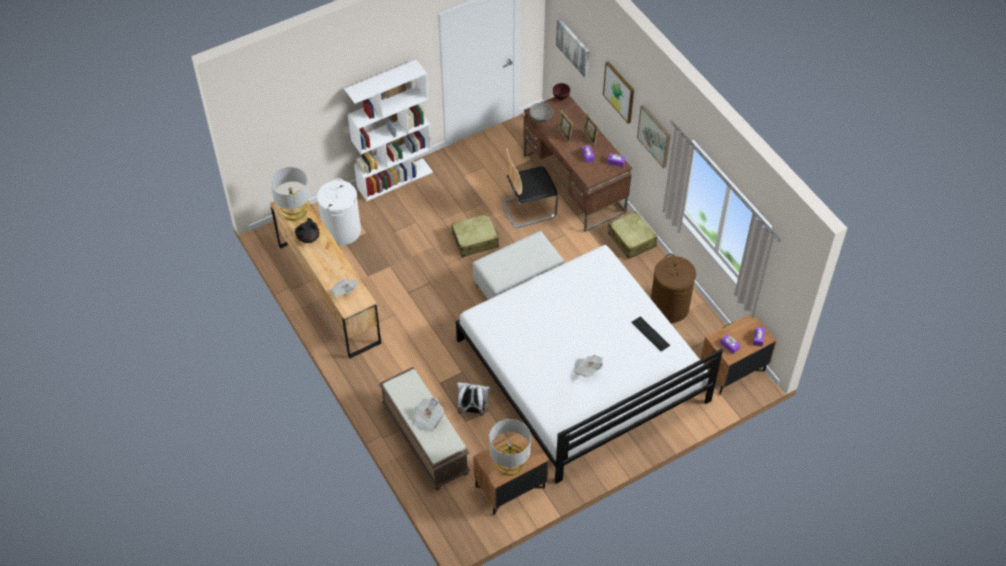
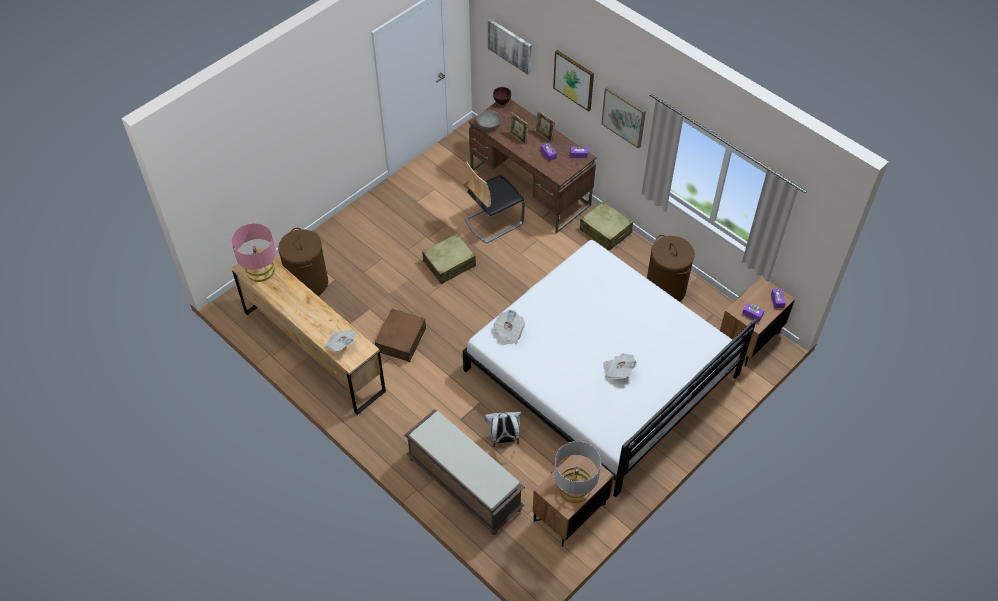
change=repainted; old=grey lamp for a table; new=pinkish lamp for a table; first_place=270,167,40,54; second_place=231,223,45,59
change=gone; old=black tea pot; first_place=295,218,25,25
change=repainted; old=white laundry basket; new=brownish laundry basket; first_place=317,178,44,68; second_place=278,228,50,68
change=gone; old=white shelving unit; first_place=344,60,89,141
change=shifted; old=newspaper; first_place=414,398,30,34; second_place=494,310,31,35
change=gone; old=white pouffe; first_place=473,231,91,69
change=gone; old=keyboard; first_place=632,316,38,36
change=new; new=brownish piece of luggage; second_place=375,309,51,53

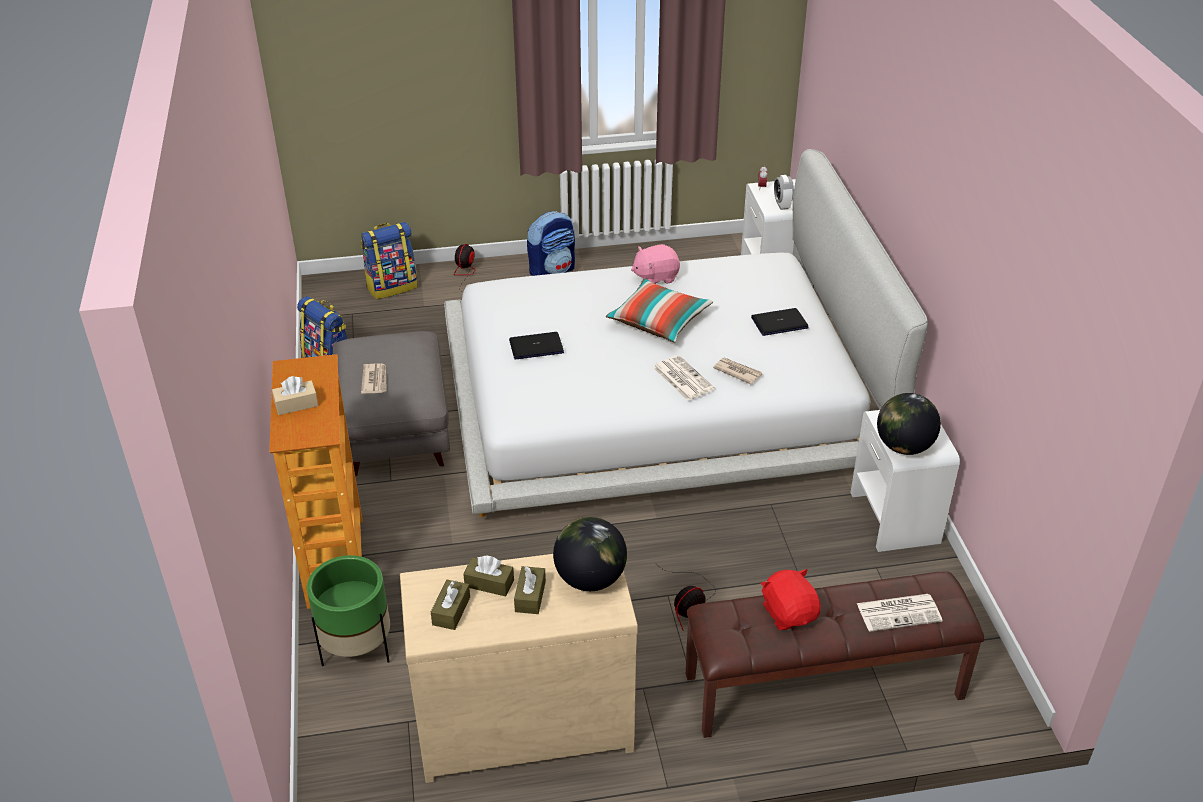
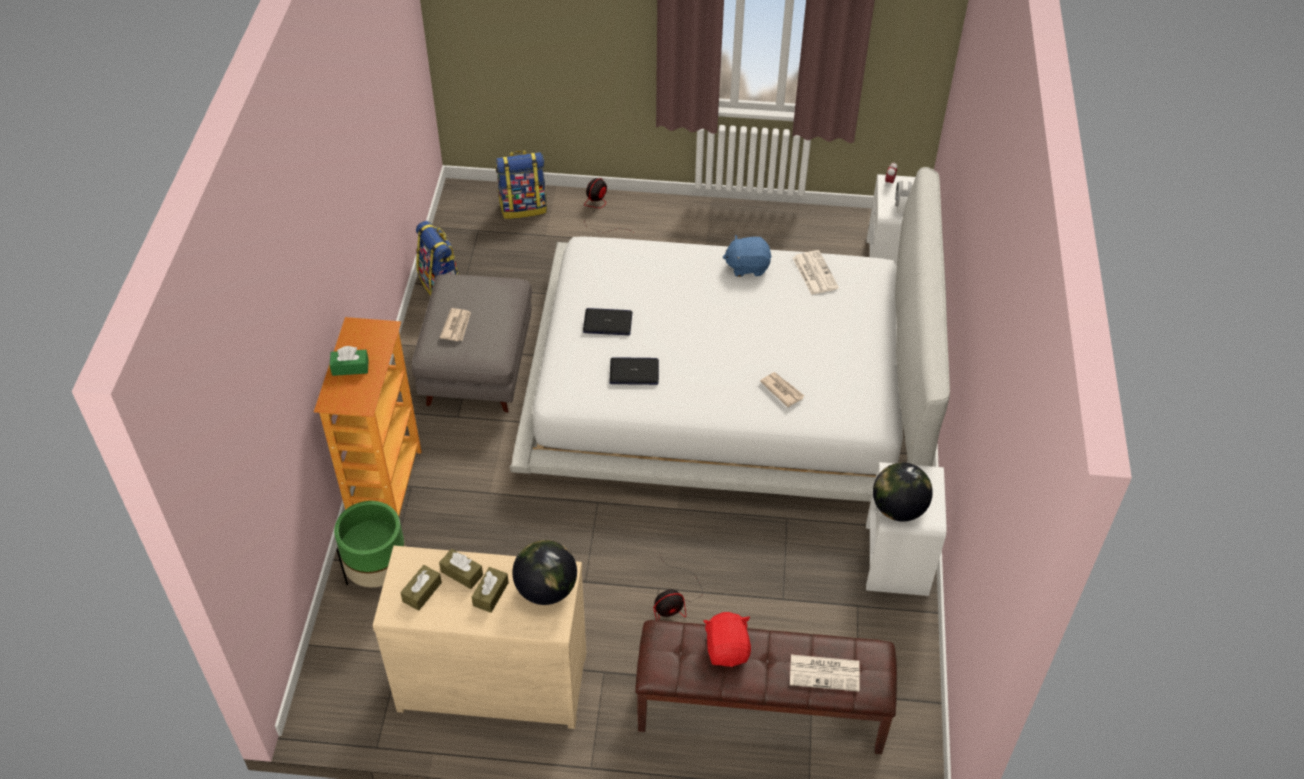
change=repainted; old=beige-coloured tissue box; new=greenish tissue box; first_place=272,376,46,39; second_place=330,346,39,30
change=gone; old=knapsack; first_place=527,211,48,65
change=gone; old=pillow; first_place=606,279,107,63
change=repainted; old=pinkish plush toy; new=blue-coloured plush toy; first_place=631,244,49,40; second_place=723,235,49,42
change=shifted; old=newspaper; first_place=653,355,62,46; second_place=793,250,46,45
change=shifted; old=laptop; first_place=751,308,58,28; second_place=610,357,49,28

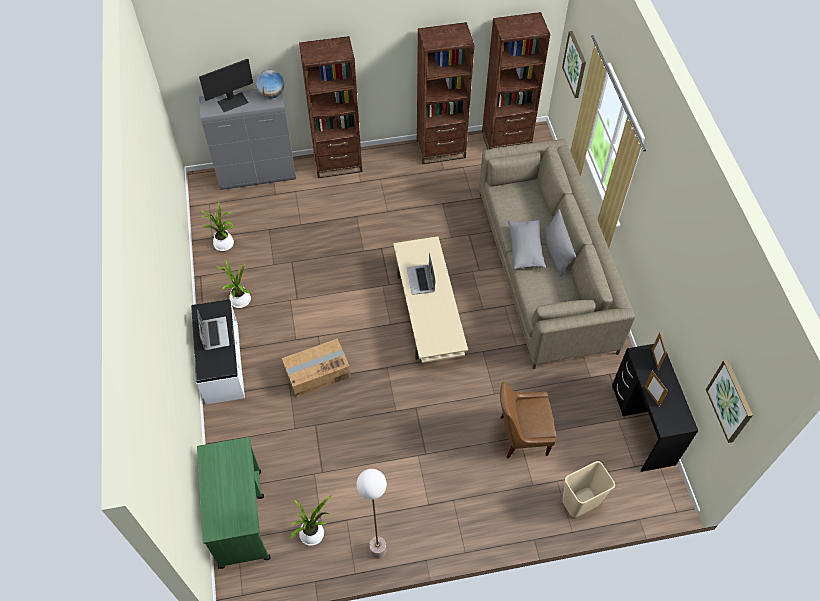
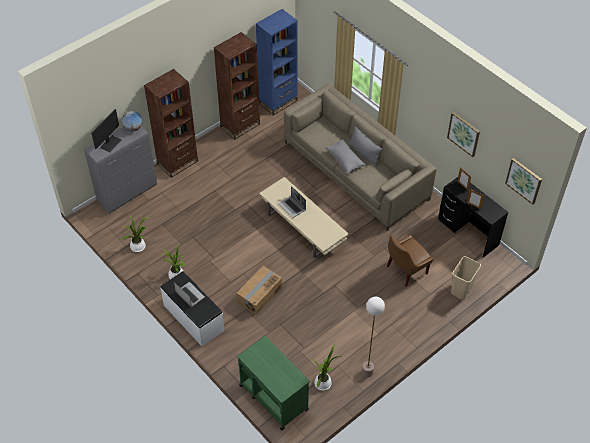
change=repainted; old=brownish shelving unit; new=blue-coloured shelving unit; first_place=482,12,68,138; second_place=256,9,42,107
change=shifted; old=picture; first_place=562,31,24,67; second_place=447,112,33,45

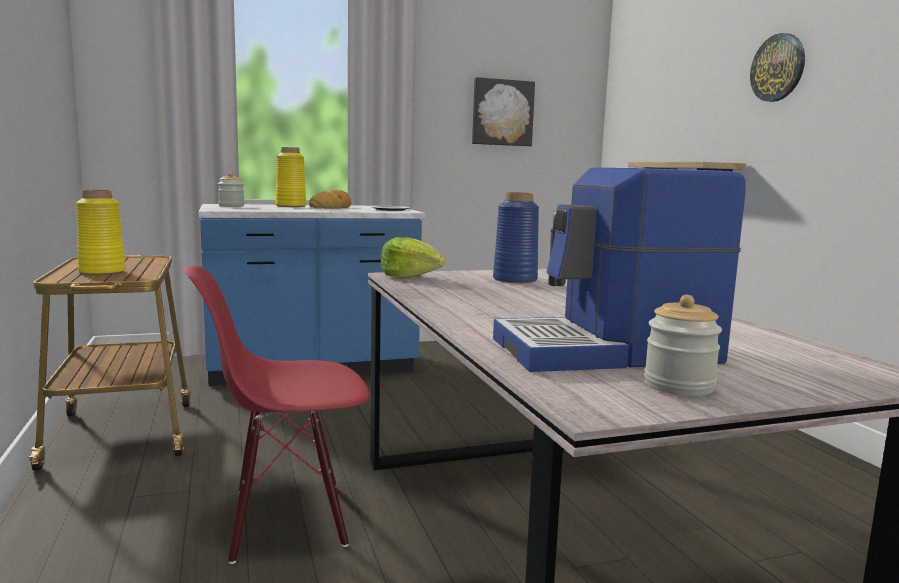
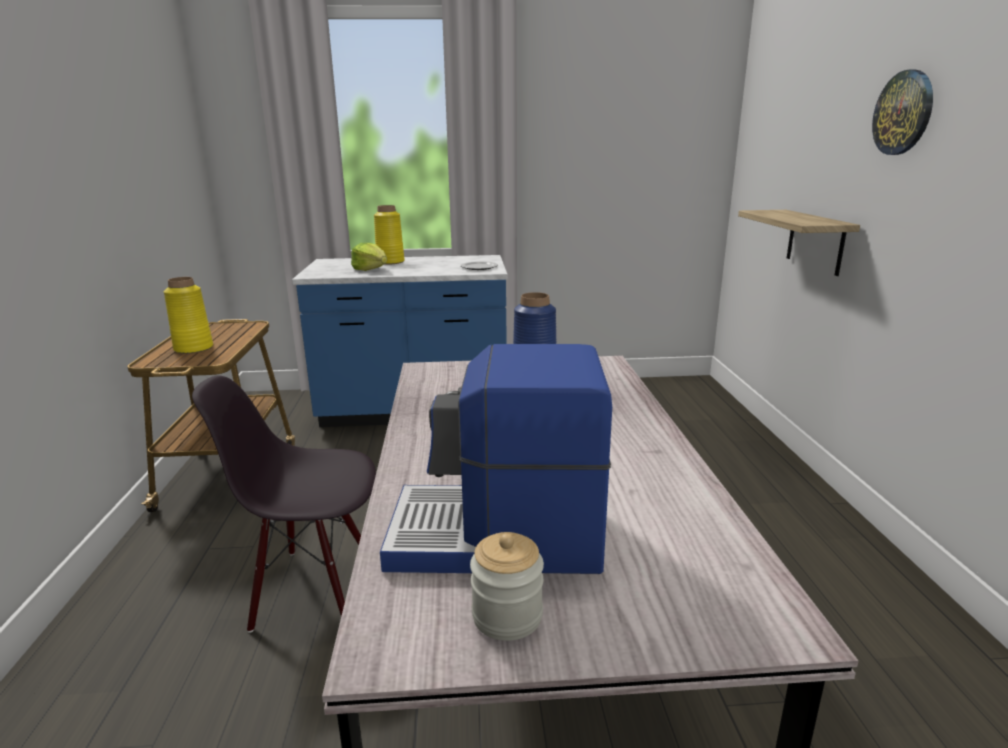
change=repainted; old=red-coloured upright chair; new=black upright chair; first_place=184,265,185,299; second_place=192,375,184,258
change=gone; old=jar; first_place=218,172,26,35
change=gone; old=bread; first_place=309,189,43,20
change=shifted; old=lettuce; first_place=381,237,64,41; second_place=351,243,36,28
change=gone; old=picture; first_place=472,77,63,69

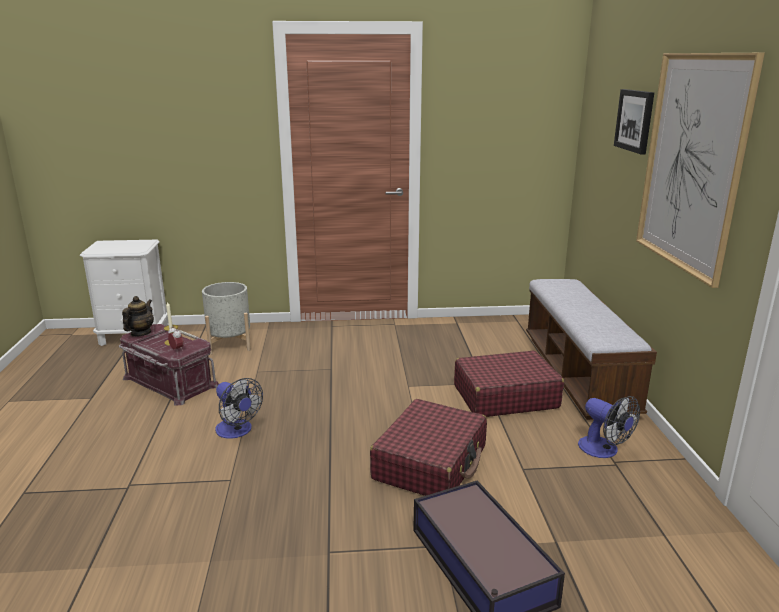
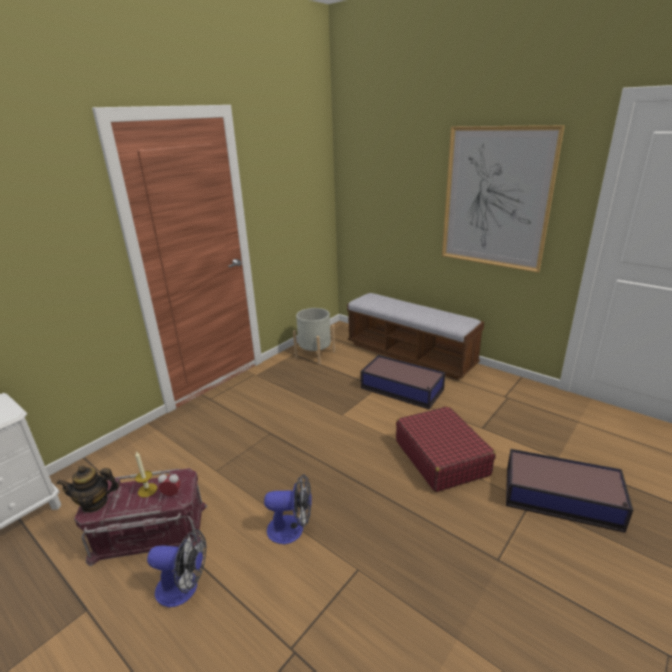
change=rotated; old=tea pot; first_place=122,296,32,41; second_place=57,466,62,47; degrees=-75
change=shifted; old=grey plant pot; first_place=202,282,49,73; second_place=293,308,42,57
change=swapped; old=red-coloured piece of luggage; new=storage container; first_place=454,350,110,67; second_place=361,355,84,54
change=shifted; old=electric fan; first_place=578,396,62,62; second_place=147,529,59,78
change=gone; old=picture; first_place=614,89,40,66

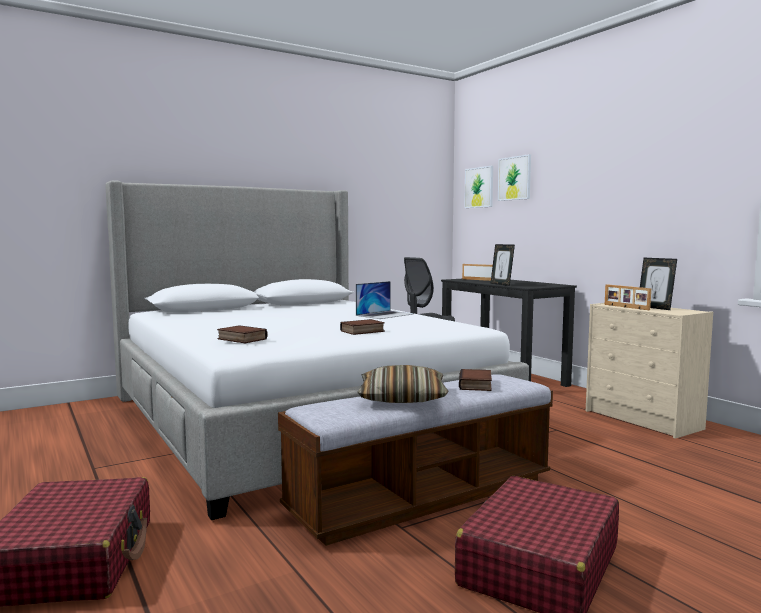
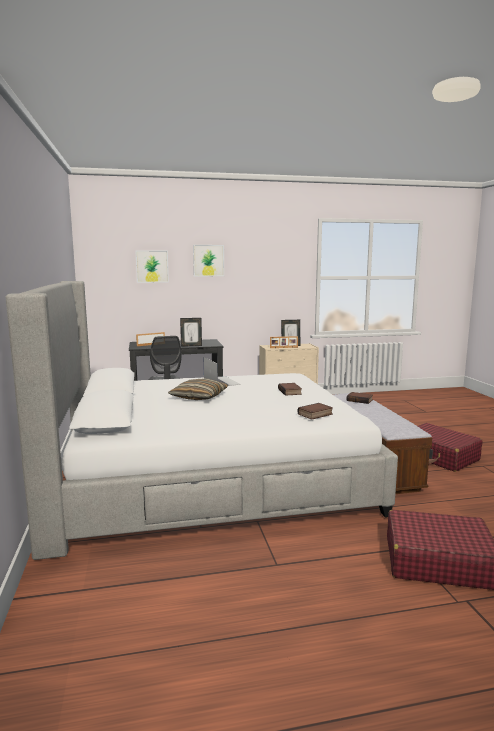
change=shifted; old=pillow; first_place=357,365,91,38; second_place=168,378,60,22
change=shifted; old=picture; first_place=464,166,29,42; second_place=193,245,31,31

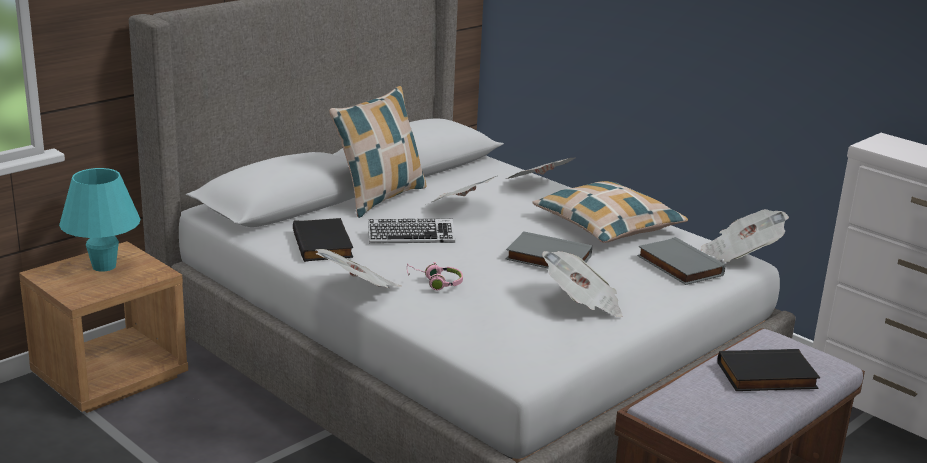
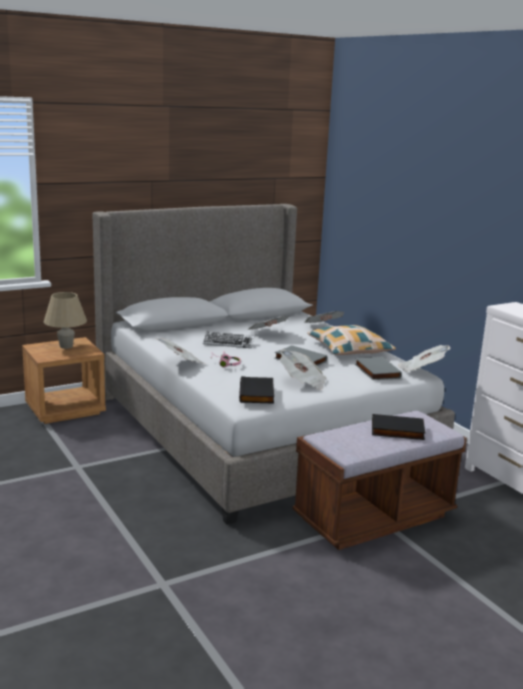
change=repainted; old=blue-green lamp for a table; new=beige-coloured lamp for a table; first_place=59,168,82,104; second_place=43,292,44,57
change=shifted; old=black book; first_place=293,218,60,44; second_place=239,376,35,28
change=gone; old=pillow; first_place=329,86,97,132

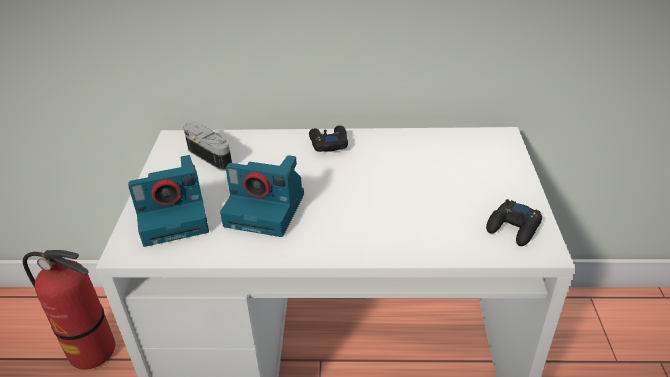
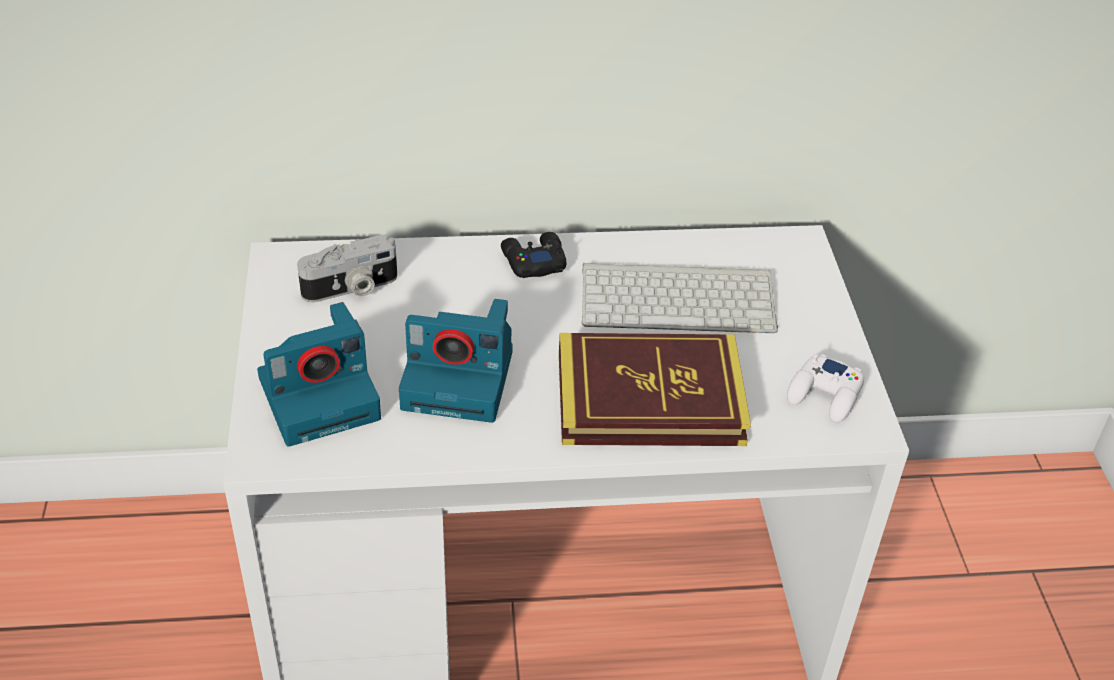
change=gone; old=fire-fighting cylinder; first_place=23,250,92,119
change=rotated; old=still camera; first_place=183,121,49,50; second_place=297,235,100,67; degrees=120
change=repainted; old=black gamepad; new=white gamepad; first_place=486,199,56,47; second_place=787,353,77,70
change=new; new=book; second_place=559,333,192,113
change=new; new=keyboard; second_place=582,263,196,70

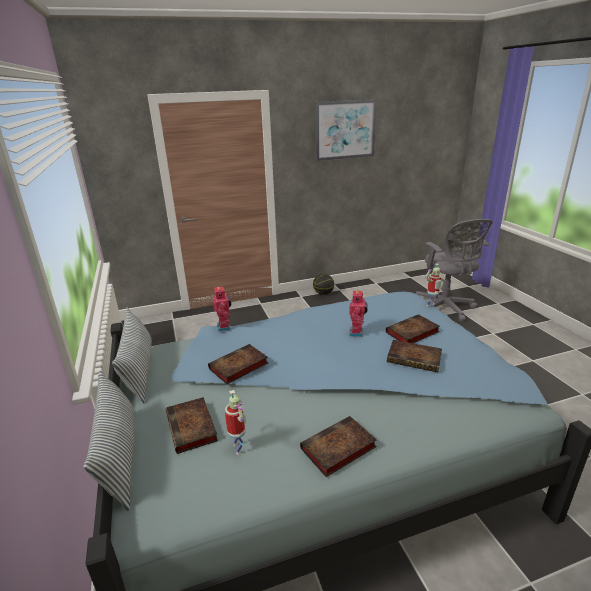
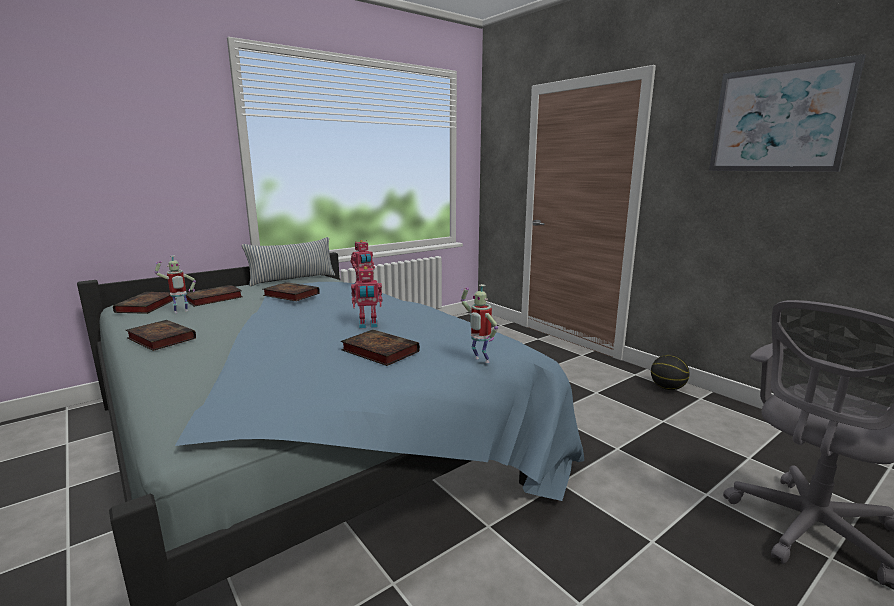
change=gone; old=pillow; first_place=83,371,51,140
change=shifted; old=book; first_place=387,340,55,32; second_place=113,292,64,22

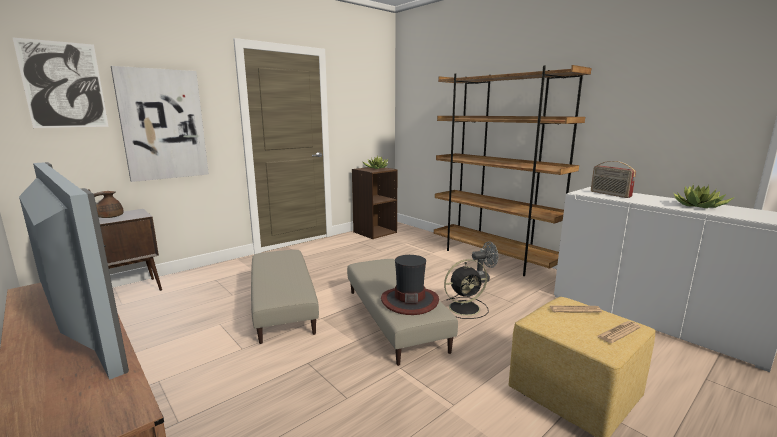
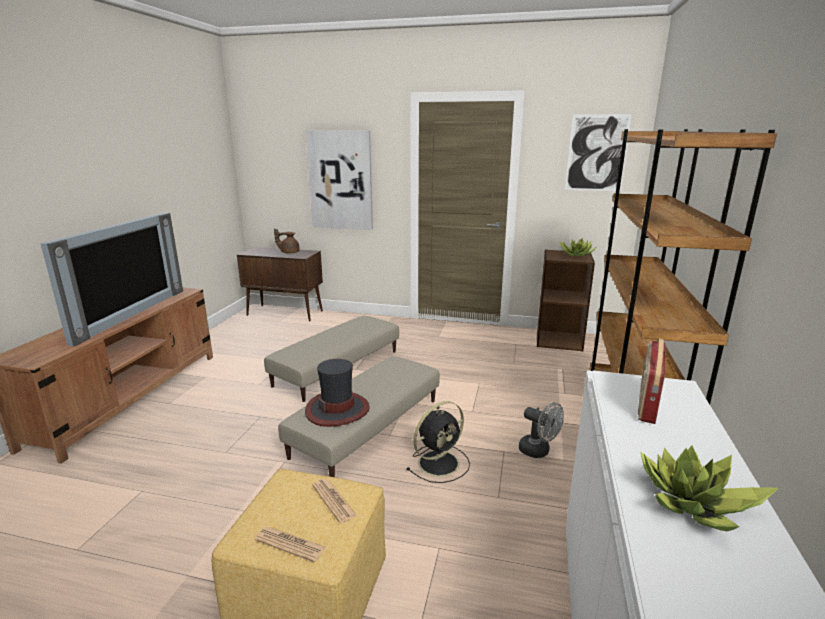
change=shifted; old=picture; first_place=12,37,97,91; second_place=565,114,67,77
change=rotated; old=black electric fan; first_place=444,259,44,60; second_place=406,401,64,82; degrees=-75

